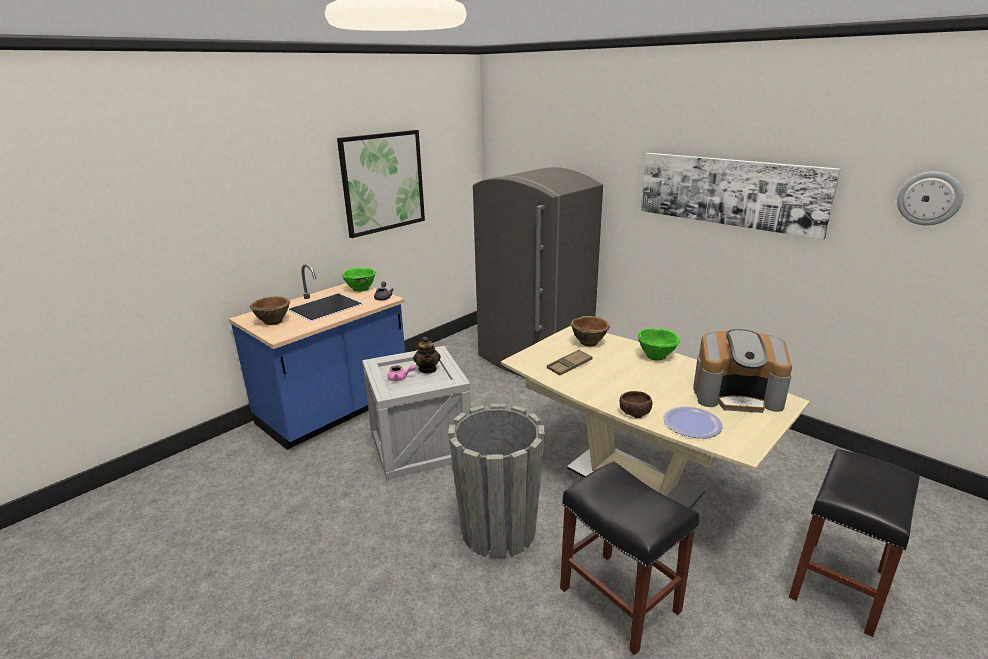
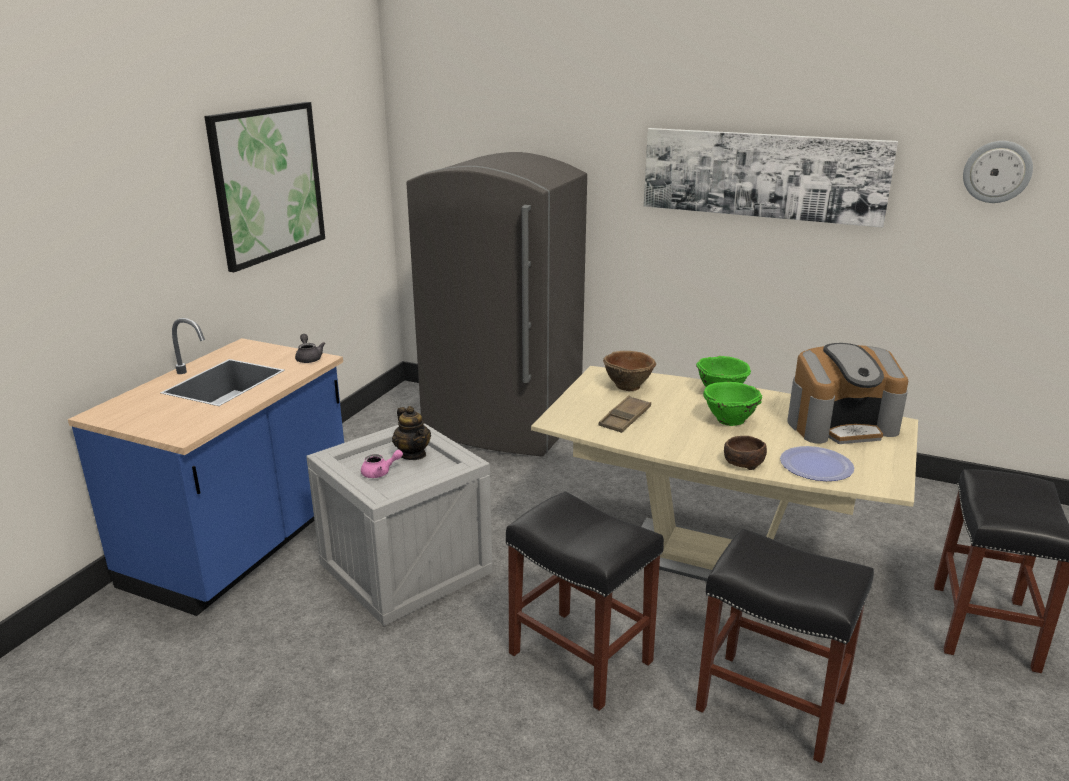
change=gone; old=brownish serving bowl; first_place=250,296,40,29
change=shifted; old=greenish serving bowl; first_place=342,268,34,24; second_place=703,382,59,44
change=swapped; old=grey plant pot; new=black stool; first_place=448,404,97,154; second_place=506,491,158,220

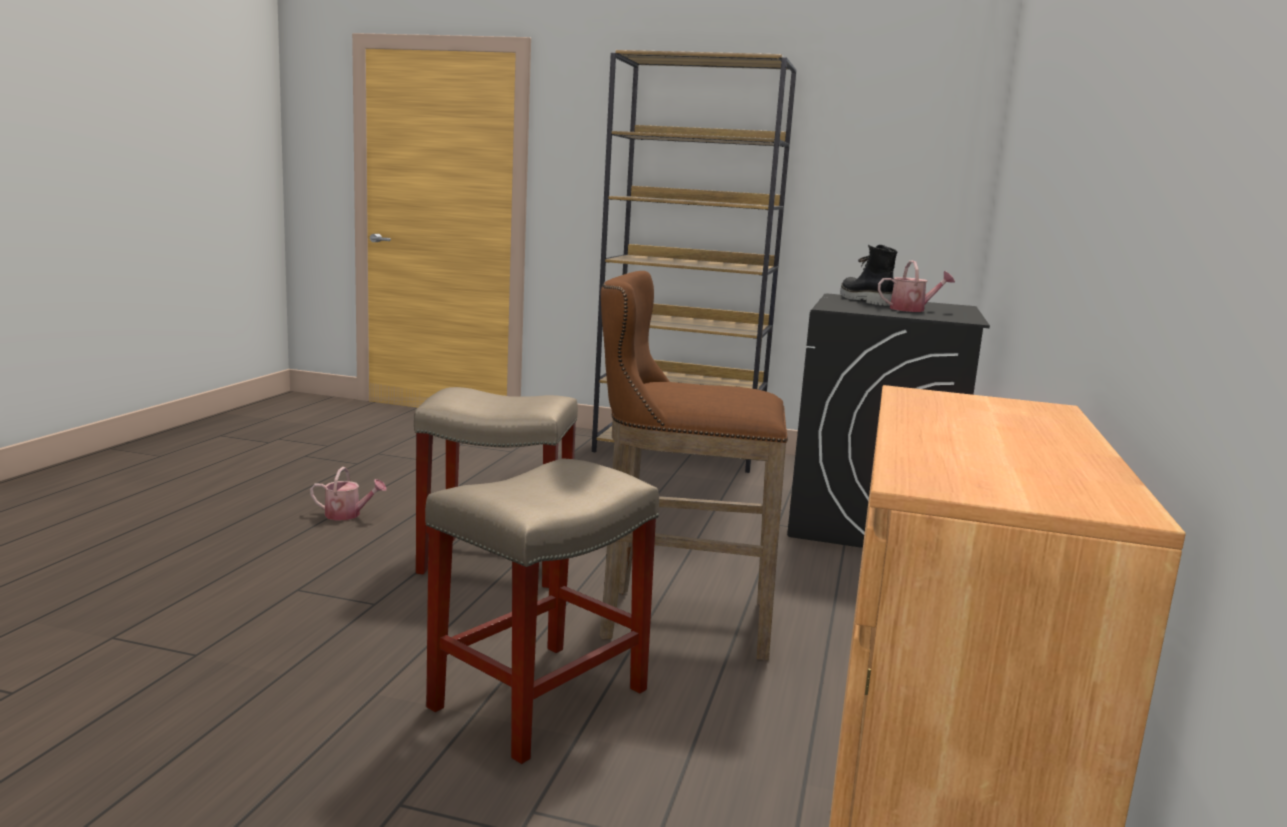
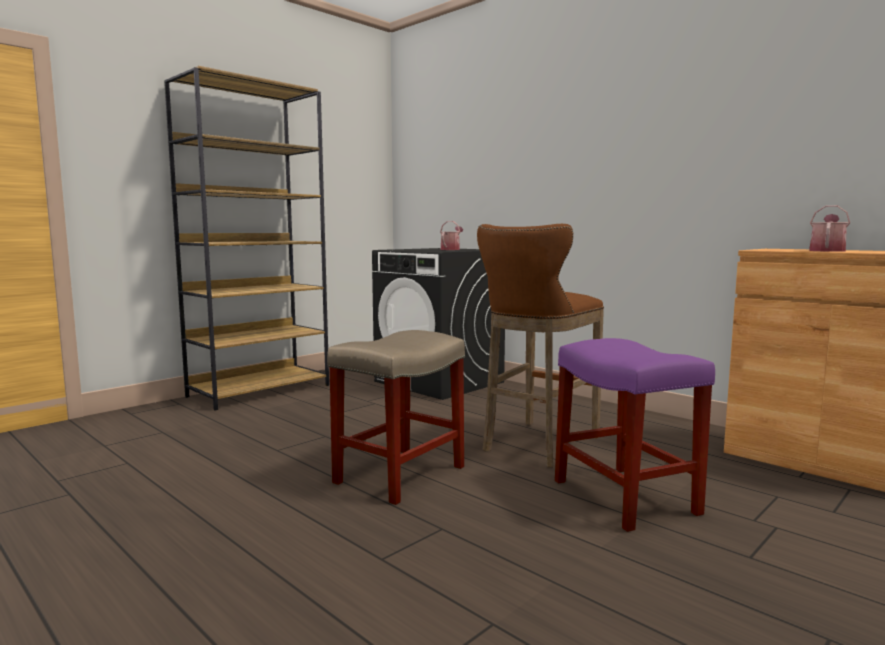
change=shifted; old=sprinkling can; first_place=310,467,76,53; second_place=809,205,41,47
change=repainted; old=beige-coloured stool; new=purple stool; first_place=425,458,234,306; second_place=555,338,160,194
change=gone; old=black tall boot; first_place=840,245,57,61

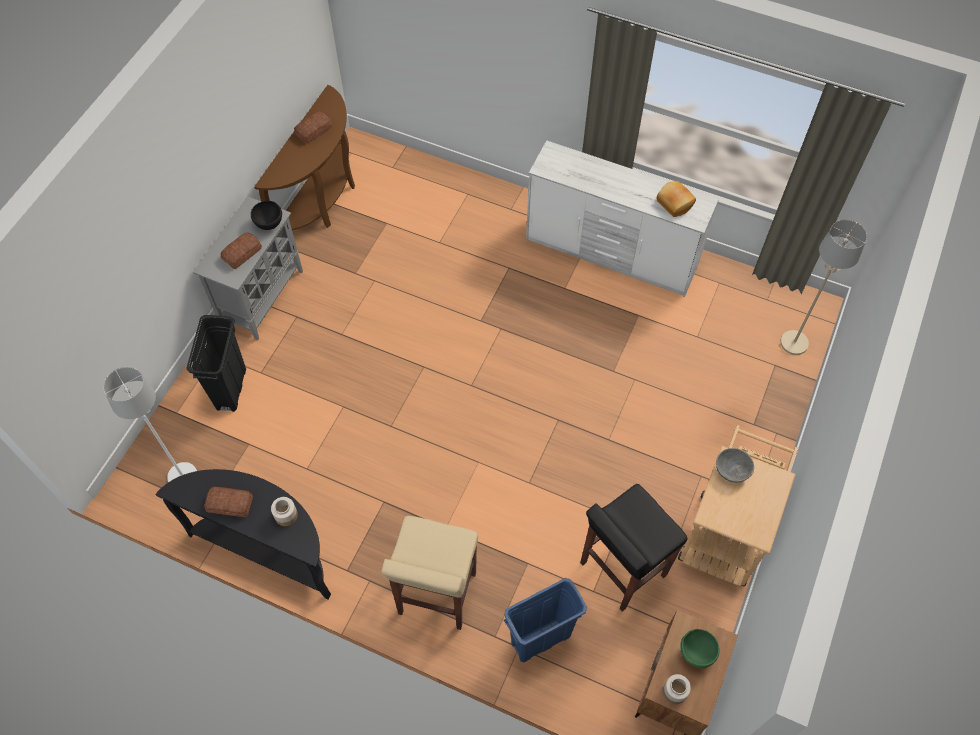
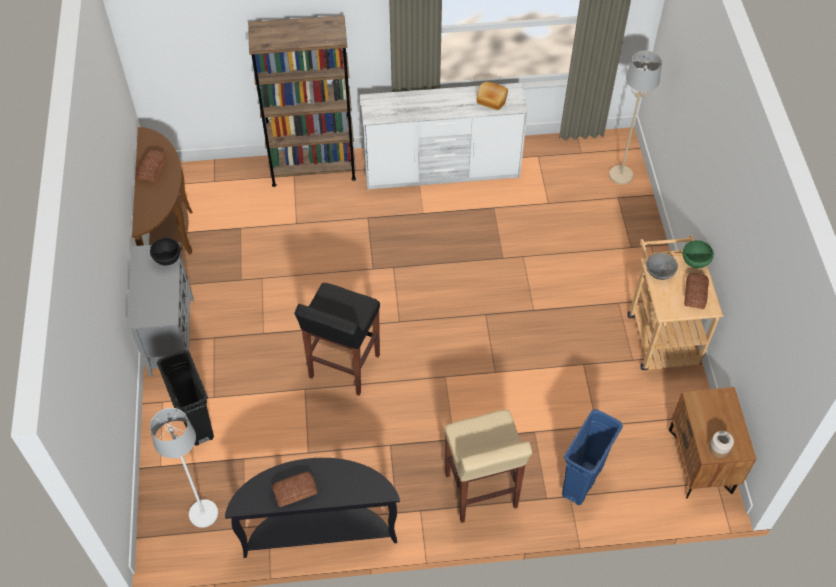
change=shifted; old=bread; first_place=220,233,42,36; second_place=684,273,25,36
change=gone; old=jar; first_place=271,497,27,29
change=shifted; old=black stool; first_place=580,484,108,128; second_place=295,283,85,113
change=shifted; old=greenish serving bowl; first_place=680,629,40,39; second_place=682,240,32,28
change=new; new=brownish shelving unit; second_place=248,15,108,172

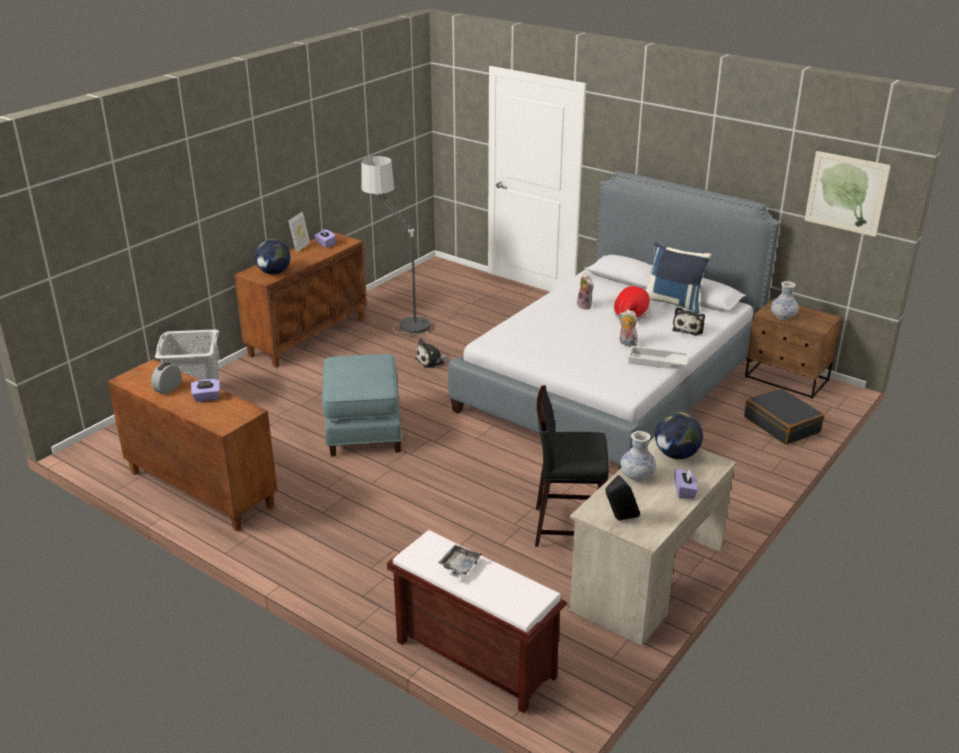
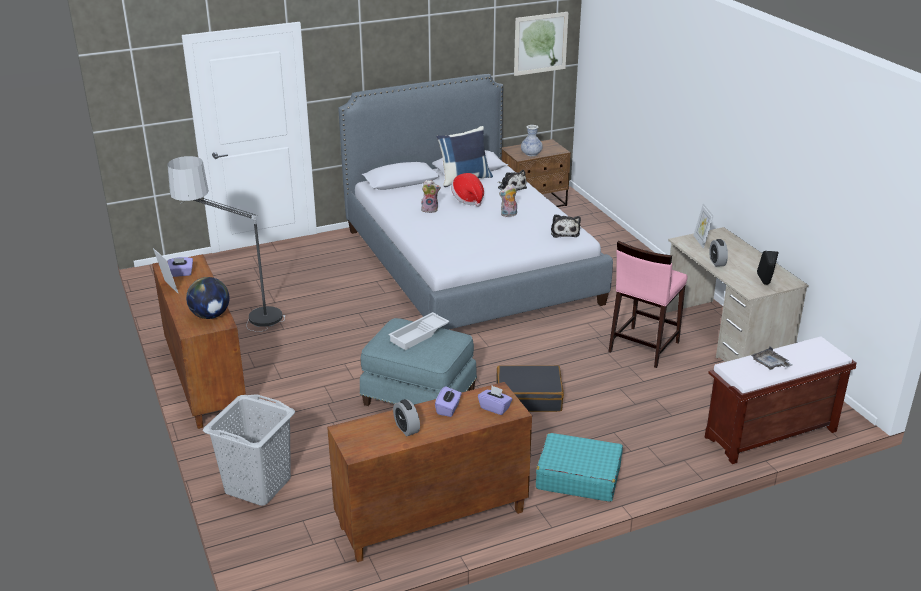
change=shifted; old=plush toy; first_place=415,338,33,30; second_place=551,214,30,24
change=repainted; old=black stool; new=pinkish stool; first_place=535,385,74,162; second_place=608,241,79,127
change=swapped; old=vase; new=alarm clock; first_place=620,431,36,51; second_place=709,239,19,28
change=shifted; old=white tray; first_place=628,346,61,22; second_place=388,312,62,38
change=swapped; old=desk globe; new=standing frame; first_place=655,412,48,47; second_place=693,203,21,46
change=shifted; old=purple tissue box; first_place=674,469,24,30; second_place=478,386,34,29
change=shifted; old=black piece of luggage; first_place=744,388,80,57; second_place=496,365,68,47
change=new; new=blue-green piece of luggage; second_place=536,433,87,69

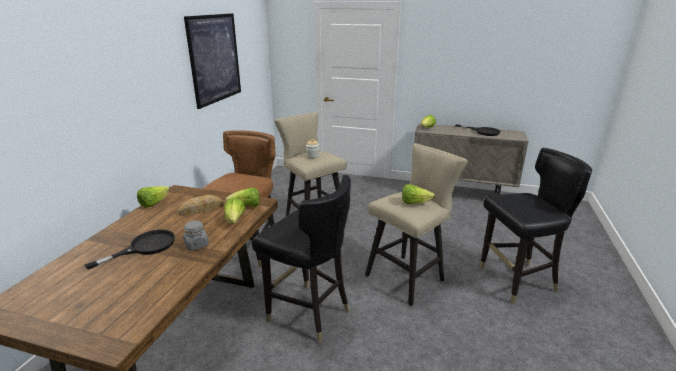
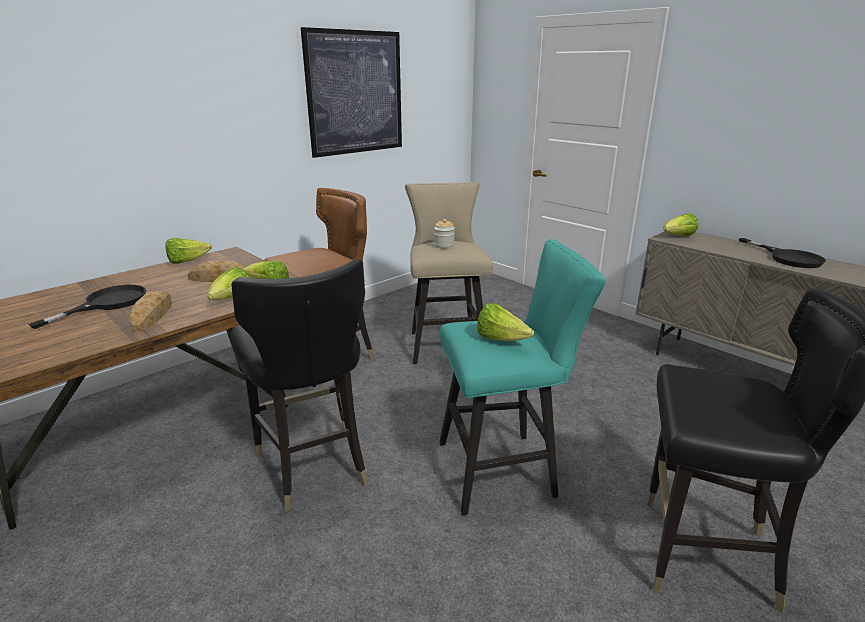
change=rotated; old=black skillet; first_place=85,230,90,40; second_place=28,285,118,44; degrees=-45
change=swapped; old=grey jar; new=bread; first_place=183,221,26,30; second_place=129,291,43,41
change=repainted; old=beige-coloured stool; new=blue-green stool; first_place=365,143,103,163; second_place=439,239,167,277

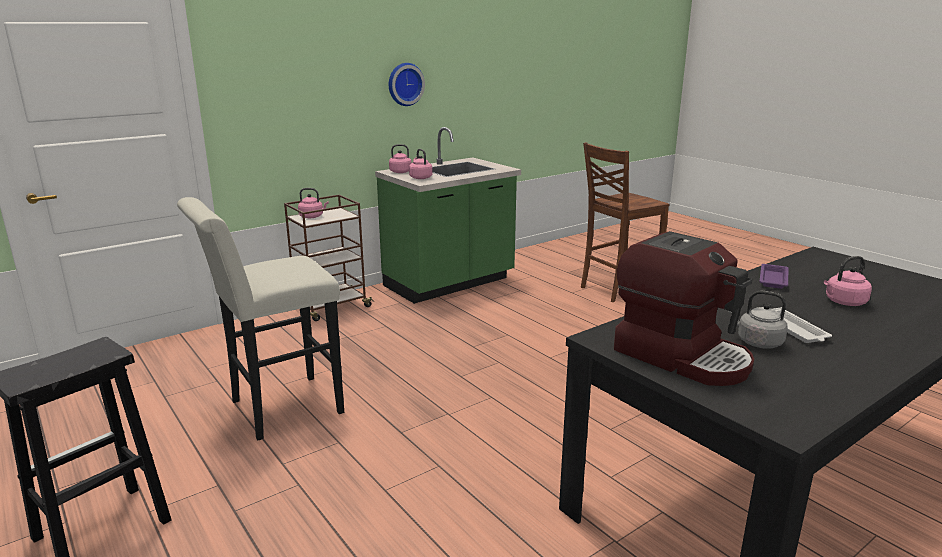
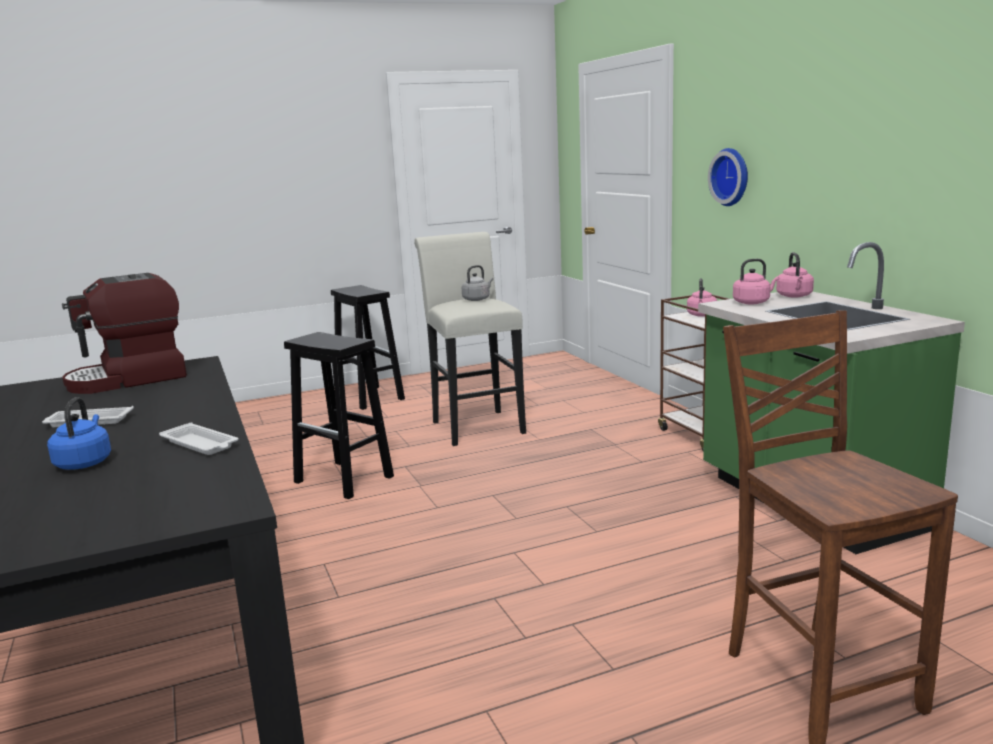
change=shifted; old=hanging clock; first_place=389,63,36,43; second_place=708,148,40,58
change=shifted; old=grey kettle; first_place=729,290,59,59; second_place=462,265,31,36
change=repainted; old=purple tray; new=white tray; first_place=759,264,29,25; second_place=159,422,79,33
change=repainted; old=pinkish kettle; new=blue-coloured kettle; first_place=824,256,48,50; second_place=47,397,64,73
change=new; new=black stool; second_place=284,332,110,167

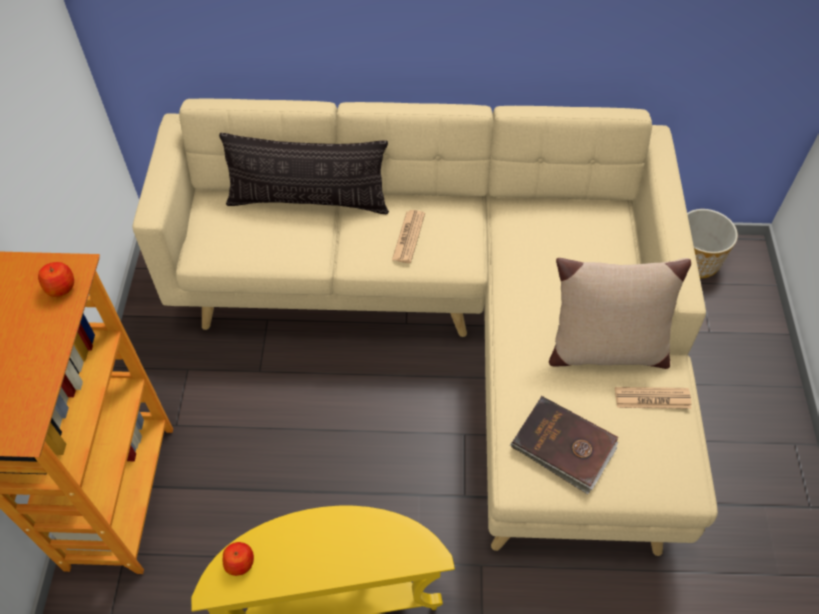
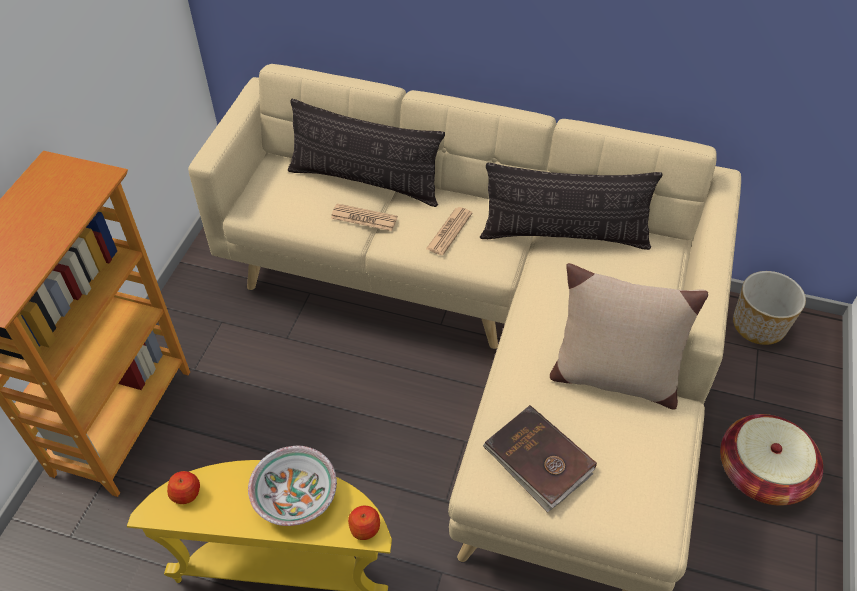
change=shifted; old=apple fruit; first_place=38,262,36,35; second_place=348,506,32,34
change=shifted; old=newspaper; first_place=615,387,76,22; second_place=331,204,67,27
change=new; new=serving bowl; second_place=248,446,89,80
change=new; new=pillow; second_place=480,163,183,87
change=new; new=storage basket; second_place=720,414,103,92

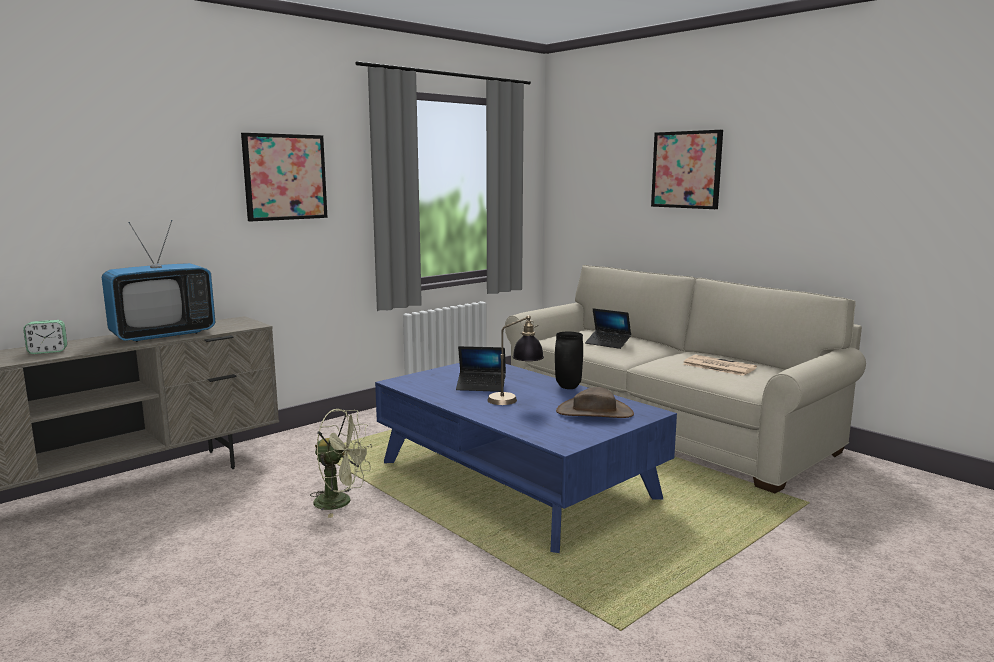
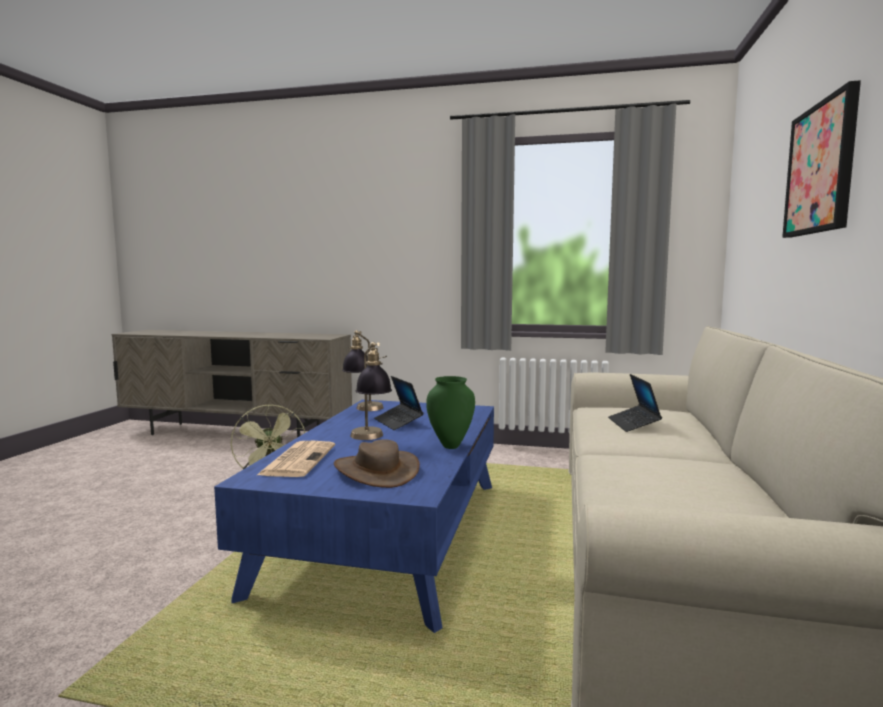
change=gone; old=alarm clock; first_place=23,320,44,34
change=gone; old=TV set; first_place=102,220,113,122
change=gone; old=picture; first_place=241,133,87,89
change=repainted; old=black vase; new=greenish vase; first_place=555,332,28,57; second_place=426,376,49,73
change=shifted; old=newspaper; first_place=683,355,74,21; second_place=257,441,78,36
change=new; new=lamp for a table; second_place=342,330,42,81

